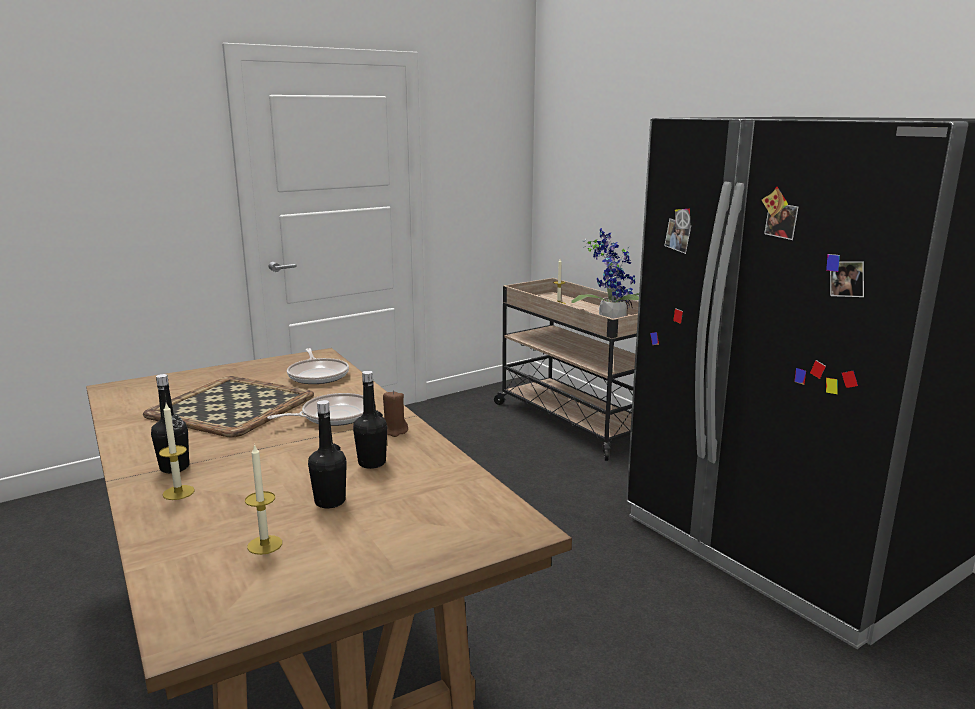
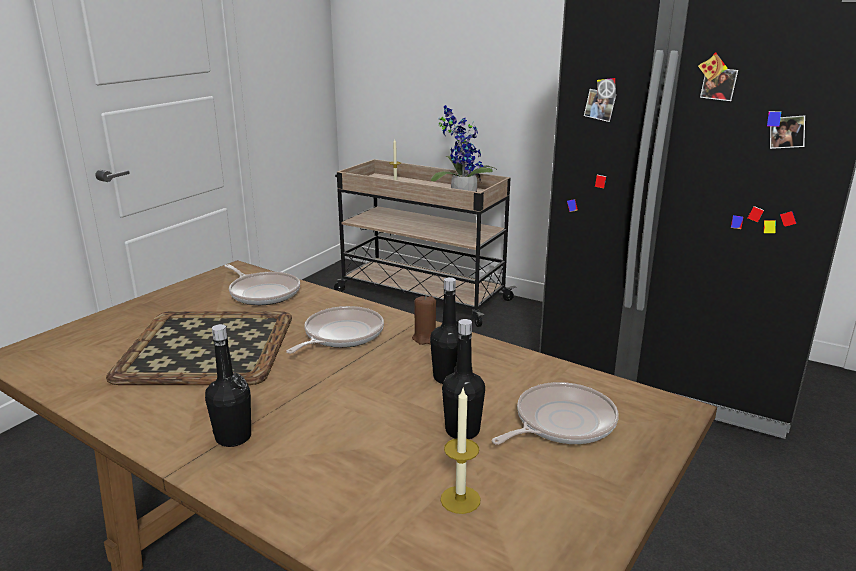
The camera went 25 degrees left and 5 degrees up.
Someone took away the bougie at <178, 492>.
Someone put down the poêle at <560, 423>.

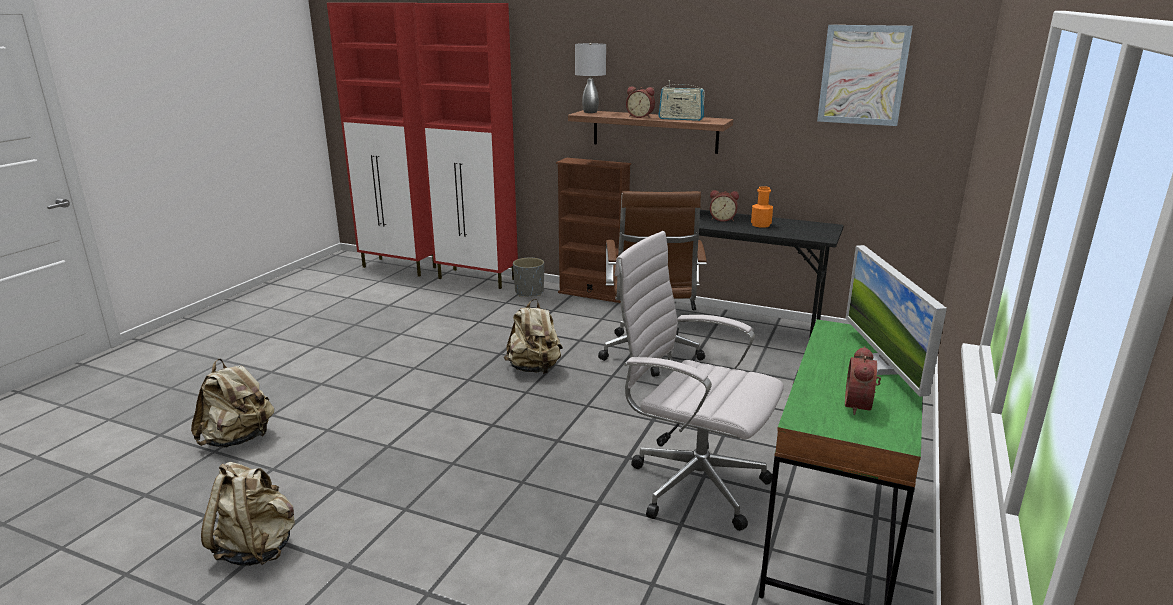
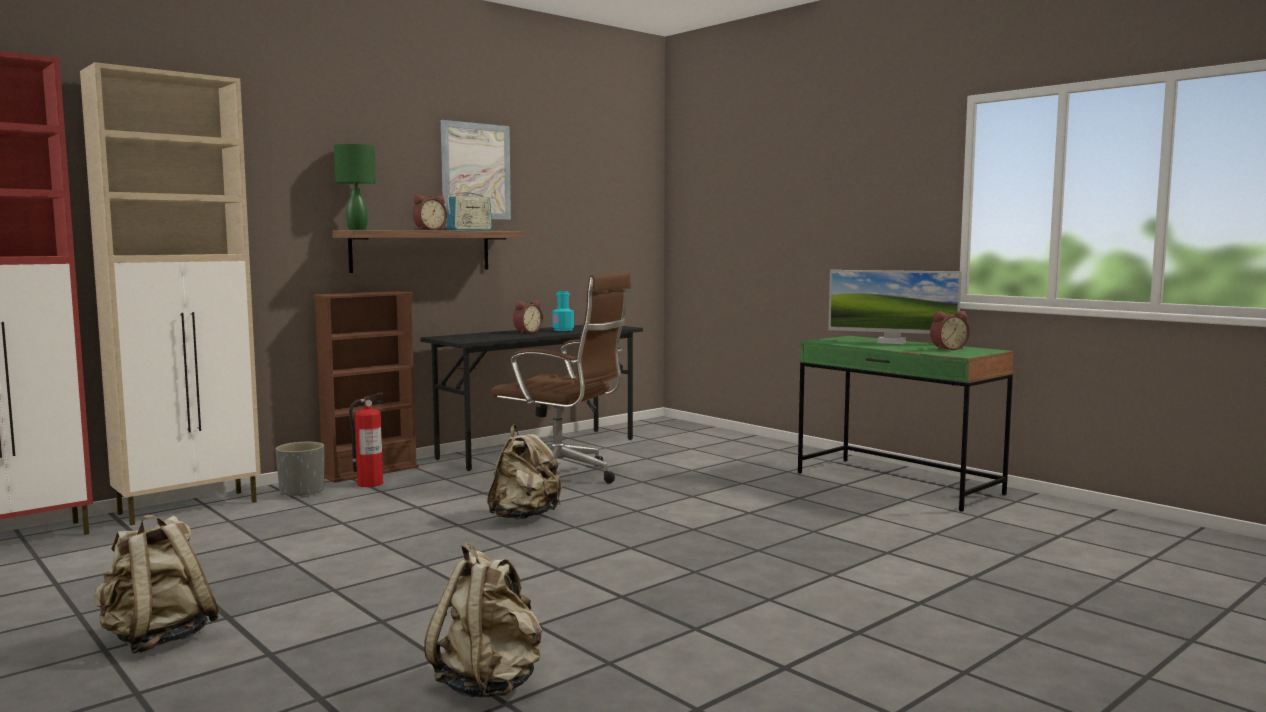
The camera went 65 degrees left and 15 degrees down.
Someone took away the chaise de bureau (blanc) at <691, 484>.
Someone put down the extincteur at <369, 484>.
Someone carried the sac à dos (beige) from <257, 548> to <158, 639>.
Someone carried the tableau from <863, 75> to <475, 171>.
Someone repainted the meuble de rangement (rouge) at <477, 279>, which became the meuble de rangement (beige) at <190, 507>.
Someone repainted the lampe de table (gris) at <590, 112>, which became the lampe de table (vert) at <357, 229>.
Someone repainted the bouteille (orange) at <761, 225>, which became the bouteille (turquoise) at <563, 330>.
Someone rotated the réveil at <860, 406> by 60 degrees counterclockwise.

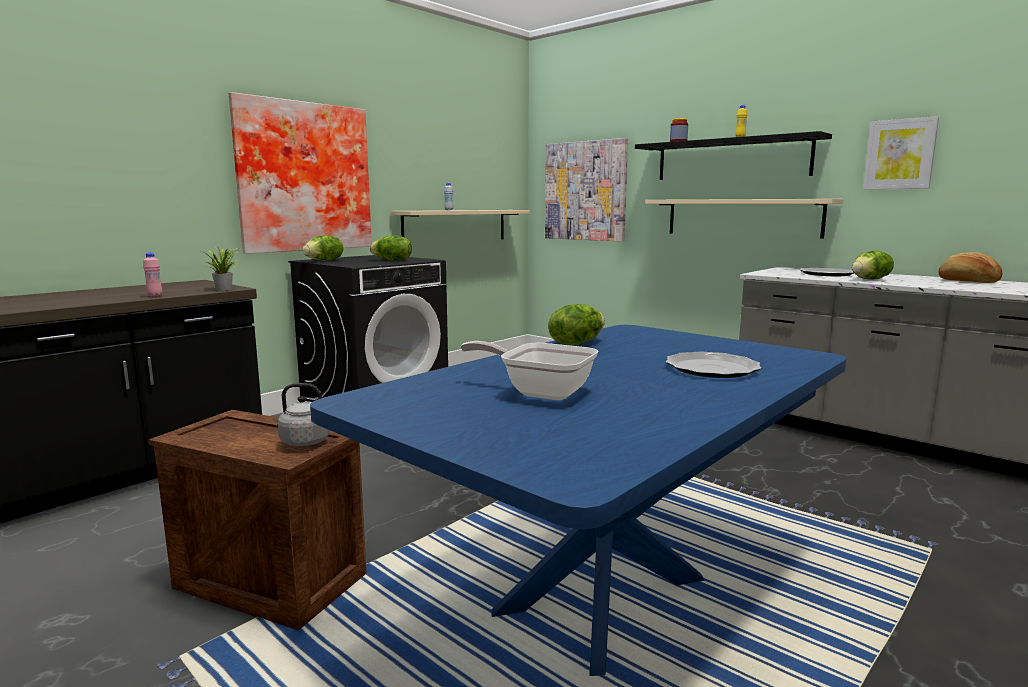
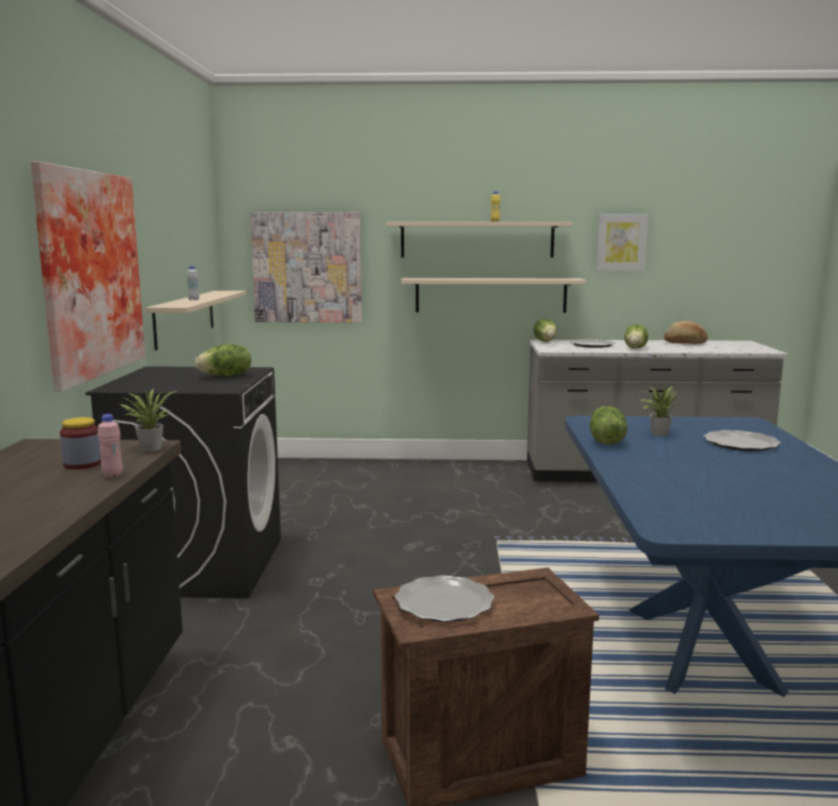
The camera went 40 degrees left and 0 degrees up.
Someone took away the bouilloire (gris) at <308, 441>.
Someone took away the poêle at <539, 392>.
Someone put down the assiette at <445, 603>.
Someone put down the plante en pot at <657, 433>.
Someone carried the laitue from <324, 261> to <545, 341>.
Someone carried the bocal from <678, 142> to <82, 464>.
Someone repainted the étagère (noir) at <731, 159>, which became the étagère (beige) at <477, 239>.

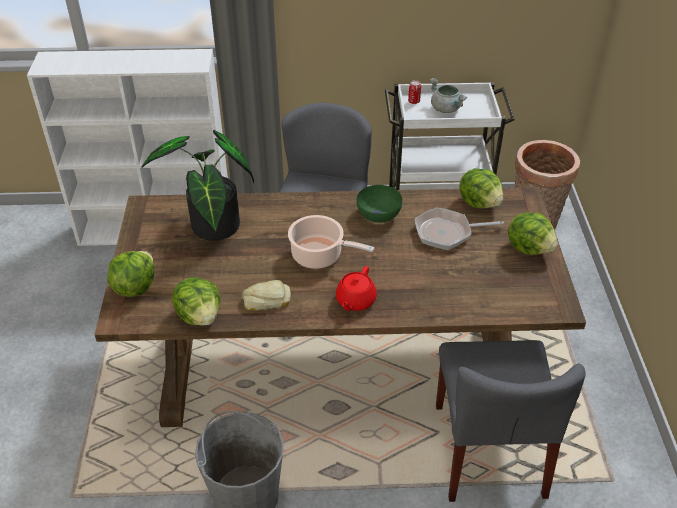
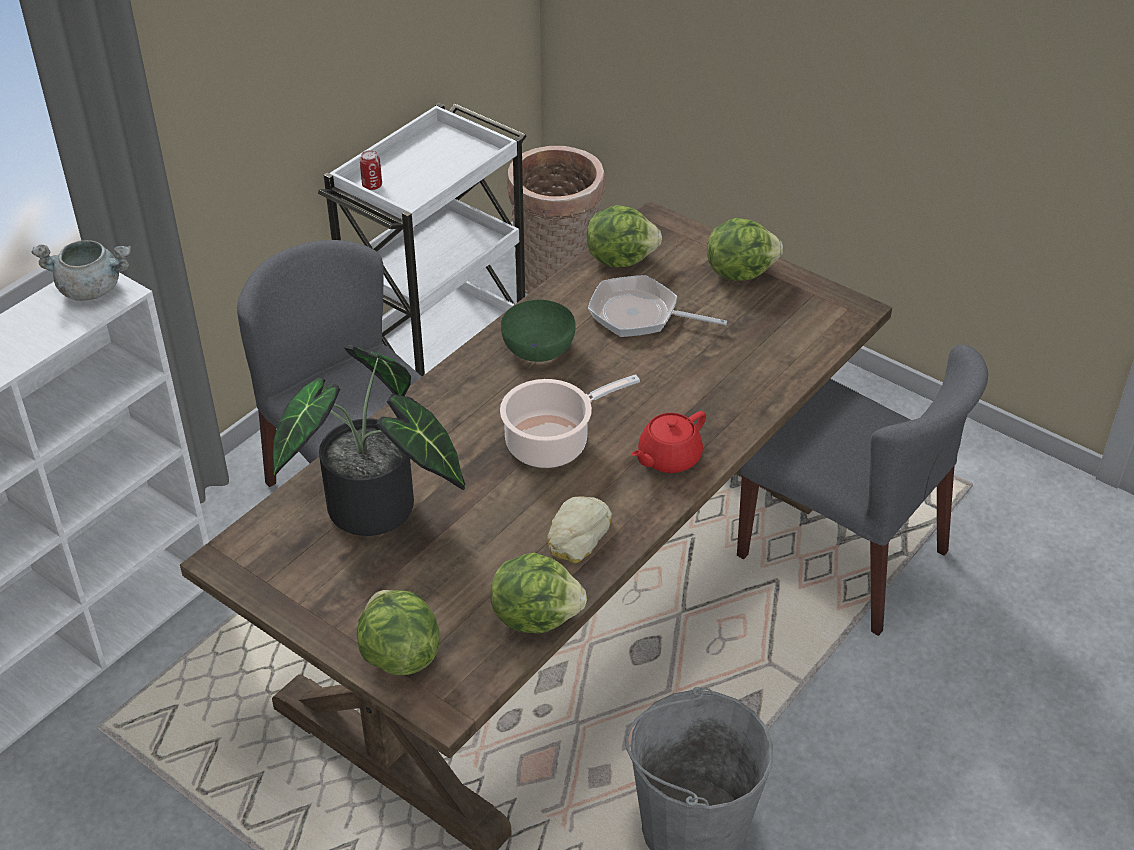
The camera went 50 degrees left and 0 degrees up.
Someone carried the marmite (gris) from <446, 109> to <92, 289>.
Someone rotated the théière (rouge) at <355, 301> by 75 degrees clockwise.
Someone rotated the poêle at <447, 233> by 75 degrees clockwise.

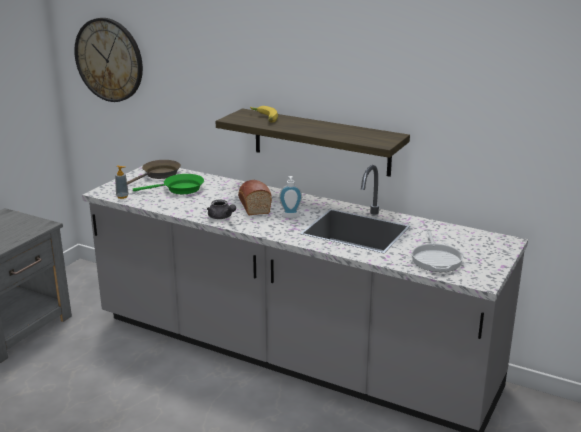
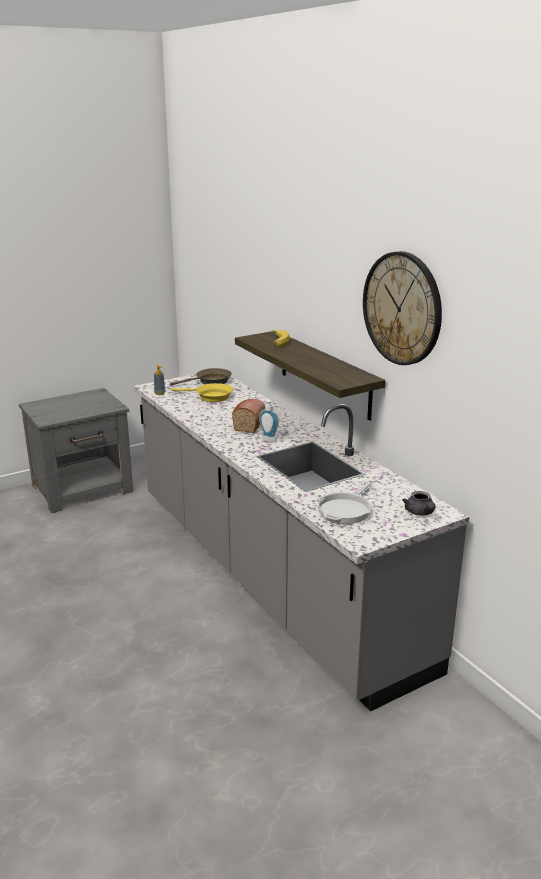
The camera went 30 degrees right and 0 degrees up.
Someone carried the horloge murale from <109, 60> to <402, 308>.
Someone carried the théière (gris) from <221, 217> to <420, 513>.
Someone repainted the poêle (vert) at <180, 189>, which became the poêle (jaune) at <211, 397>.

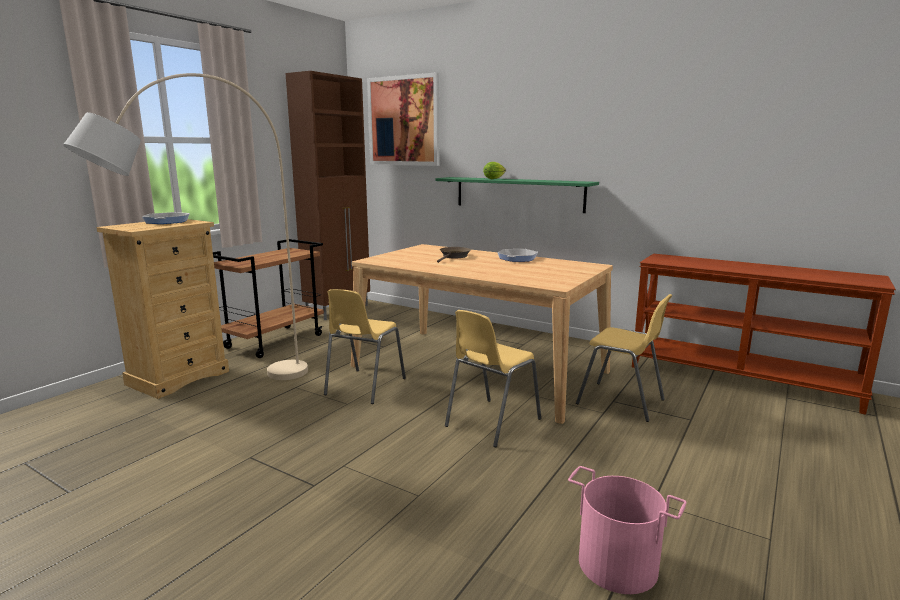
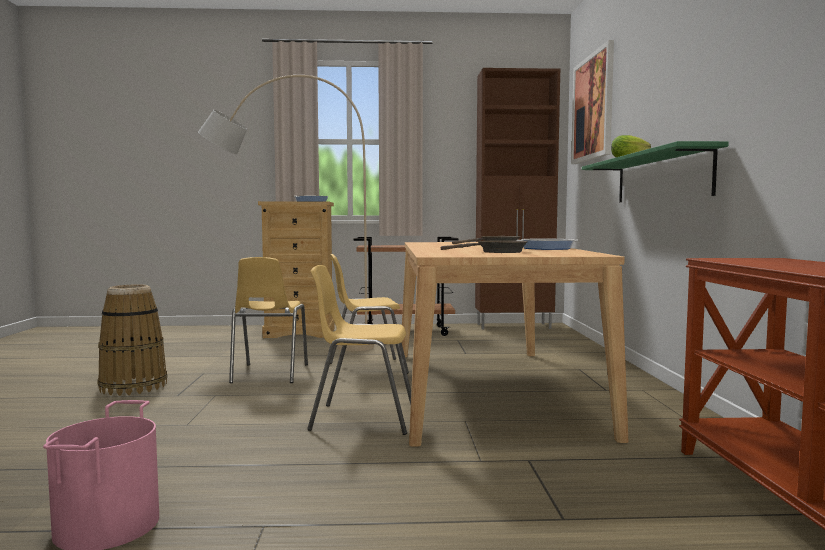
The camera went 55 degrees right and 10 degrees down.
Someone put down the panier at <133, 386>.
Someone put down the poêle (marron) at <497, 252>.
Someone carried the chaise (jaune) from <621, 402> to <269, 374>.

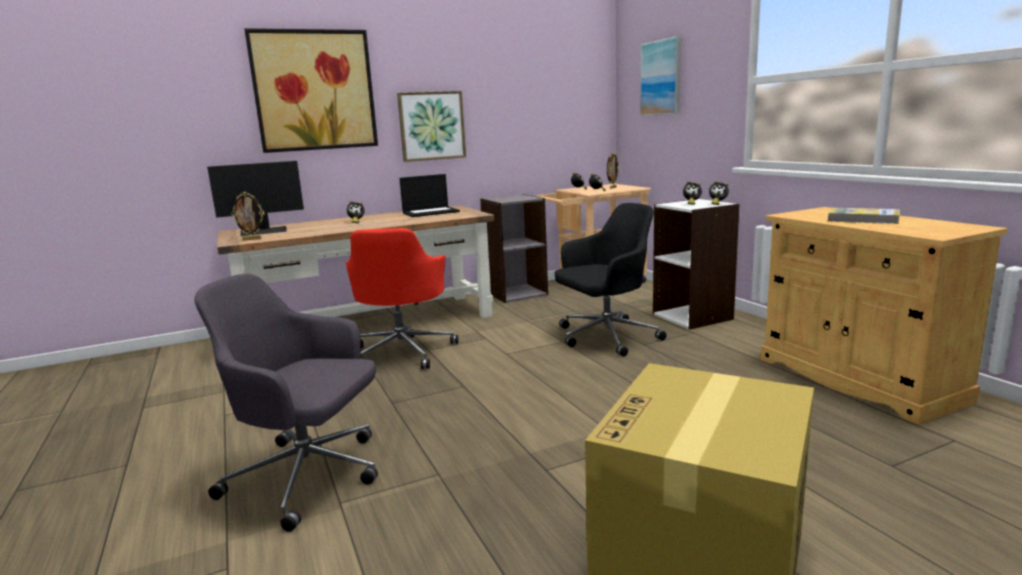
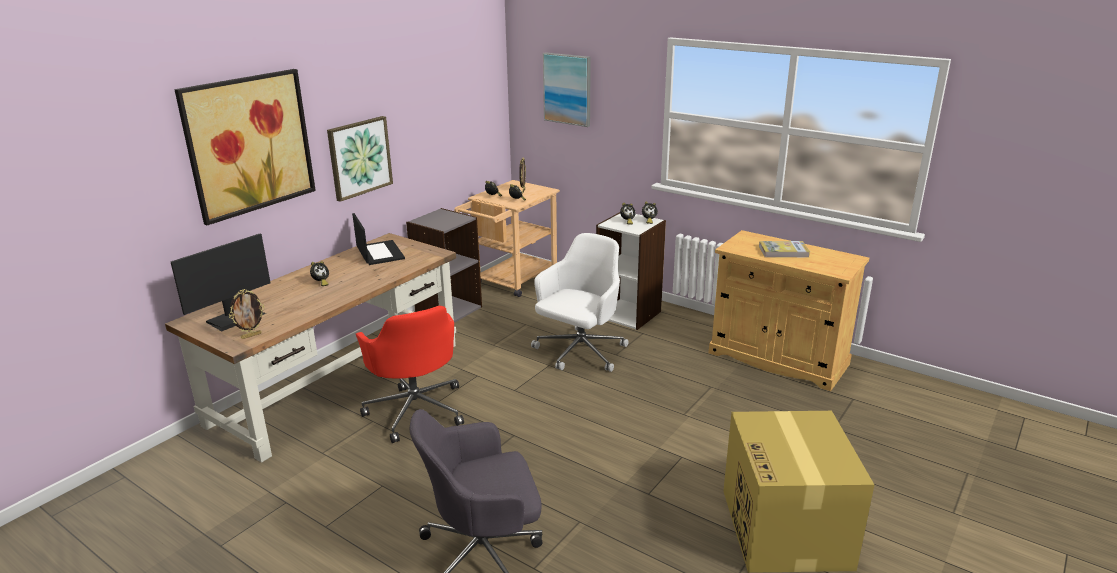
The camera went 30 degrees left and 10 degrees up.
Someone repainted the chaise de bureau (noir) at <605, 337>, which became the chaise de bureau (blanc) at <579, 352>.
Someone rotated the ordinateur portable at <431, 212> by 60 degrees counterclockwise.

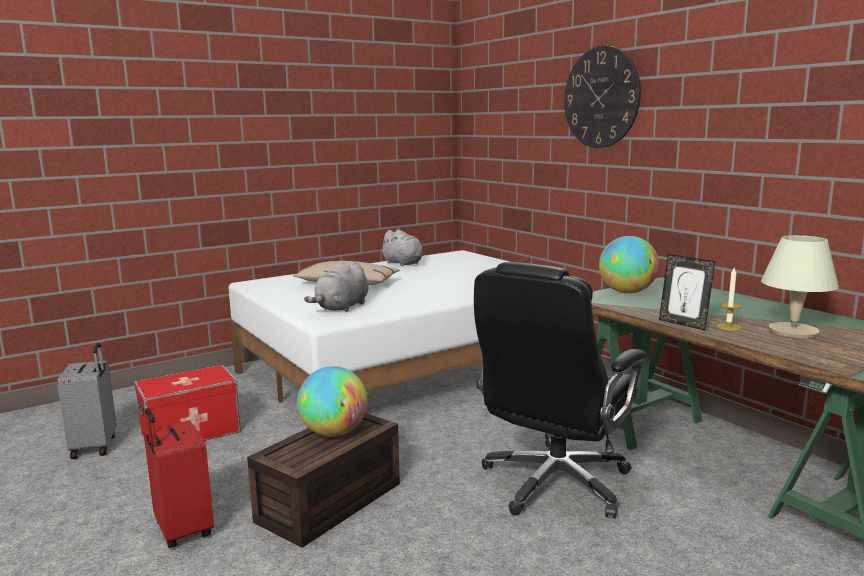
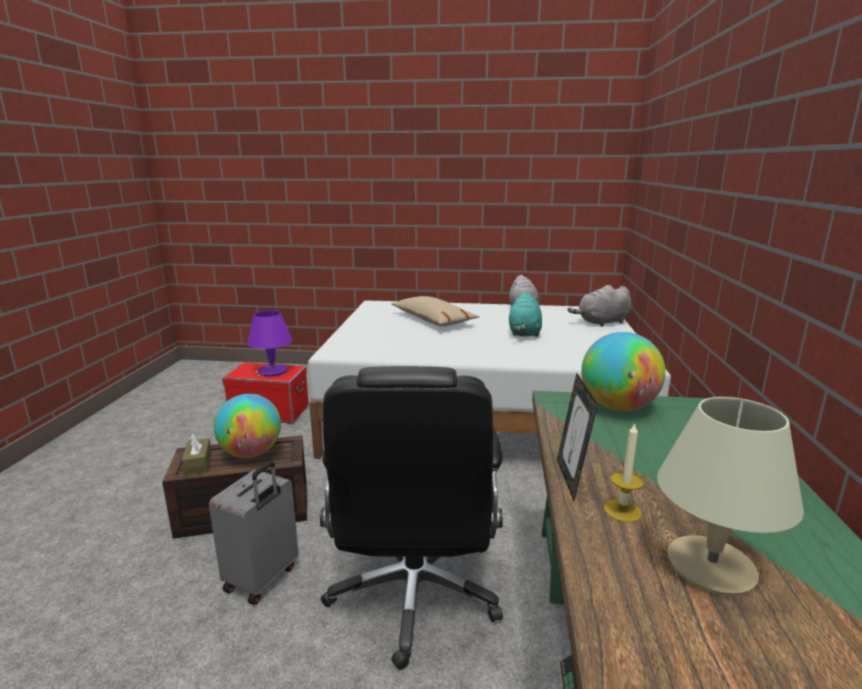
The camera went 40 degrees right and 5 degrees up.
Someone took away the valise (rouge) at <182, 531>.
Someone took away the horloge murale at <601, 97>.
Someone put down the boîte à mouchoirs (marron) at <198, 463>.
Someone put down the lampe de table (violet) at <272, 371>.
Someone put down the peluche (turquoise) at <524, 333>.
Someone carried the valise (gris) from <96, 446> to <262, 579>.
Someone carried the peluche (gris) from <342, 308> to <602, 322>.
Someone rotated the chaise de bureau (noir) at <554, 483> by 75 degrees counterclockwise.

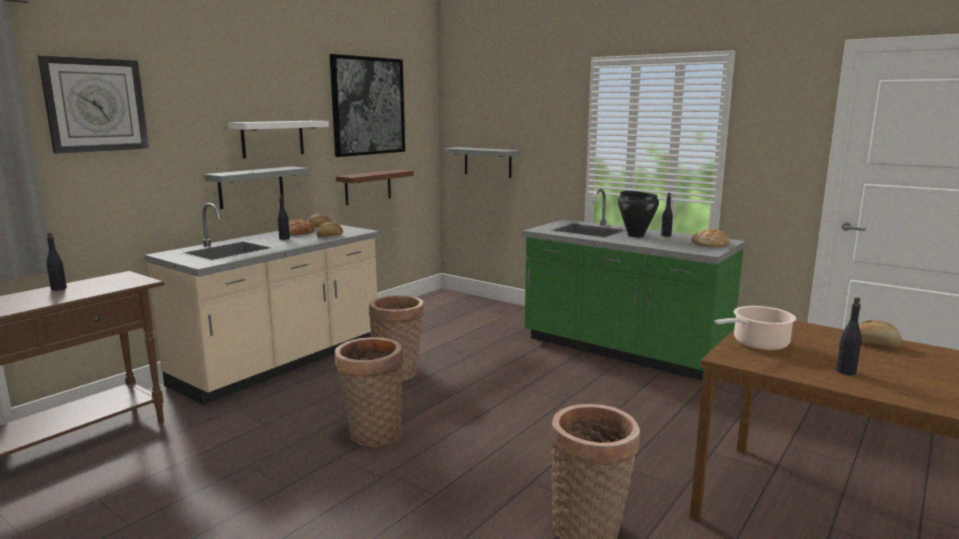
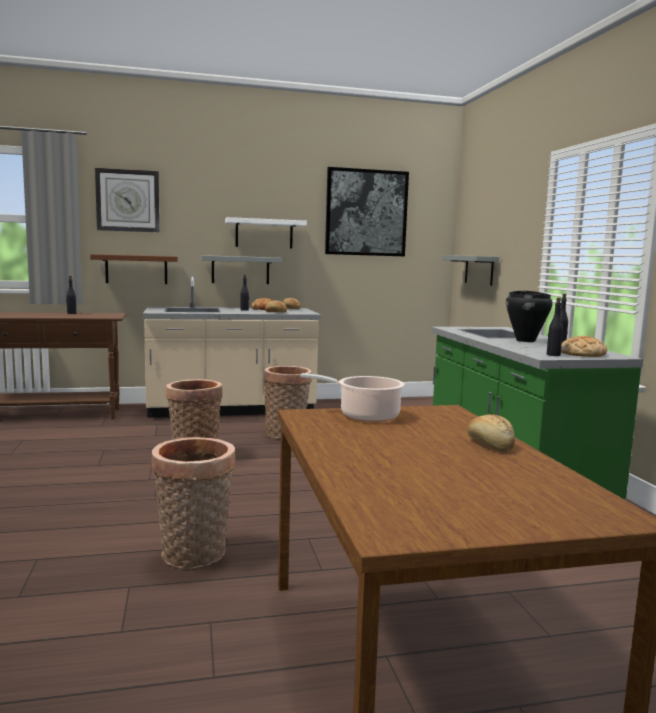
The camera went 40 degrees right and 5 degrees down.
Someone carried the étagère (marron) from <368, 187> to <136, 269>.
Someone carried the bouteille (noir) from <845, 371> to <553, 355>.

